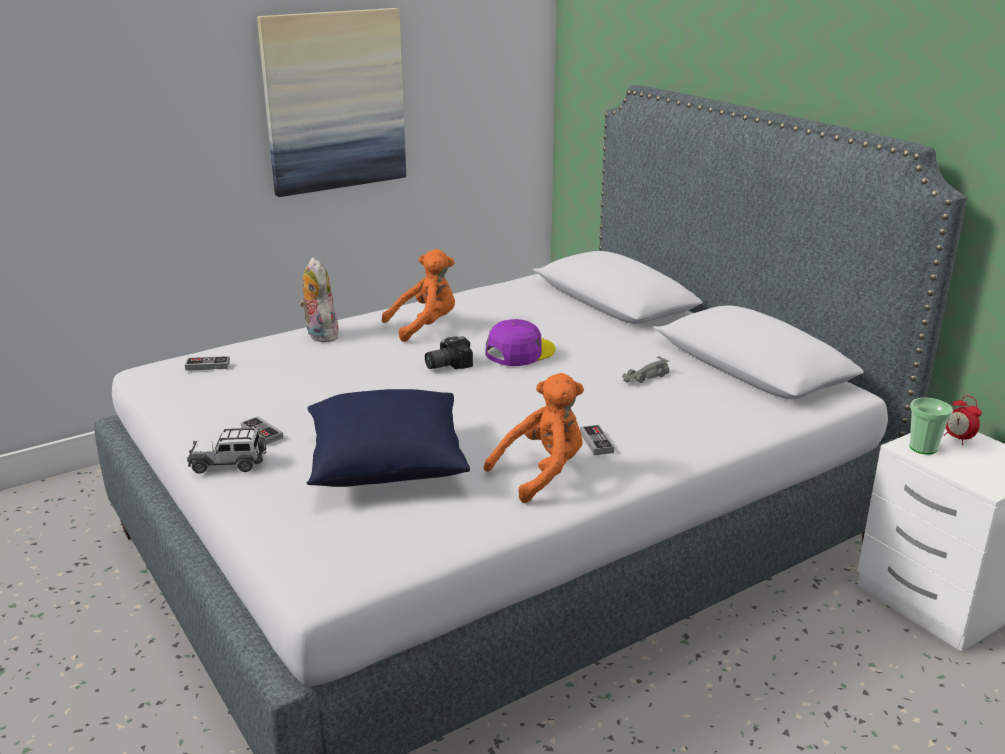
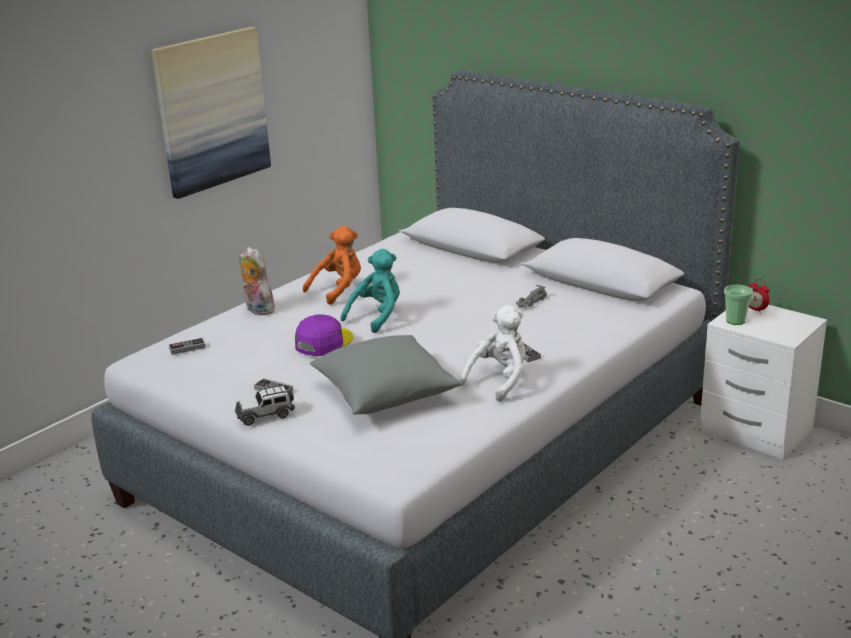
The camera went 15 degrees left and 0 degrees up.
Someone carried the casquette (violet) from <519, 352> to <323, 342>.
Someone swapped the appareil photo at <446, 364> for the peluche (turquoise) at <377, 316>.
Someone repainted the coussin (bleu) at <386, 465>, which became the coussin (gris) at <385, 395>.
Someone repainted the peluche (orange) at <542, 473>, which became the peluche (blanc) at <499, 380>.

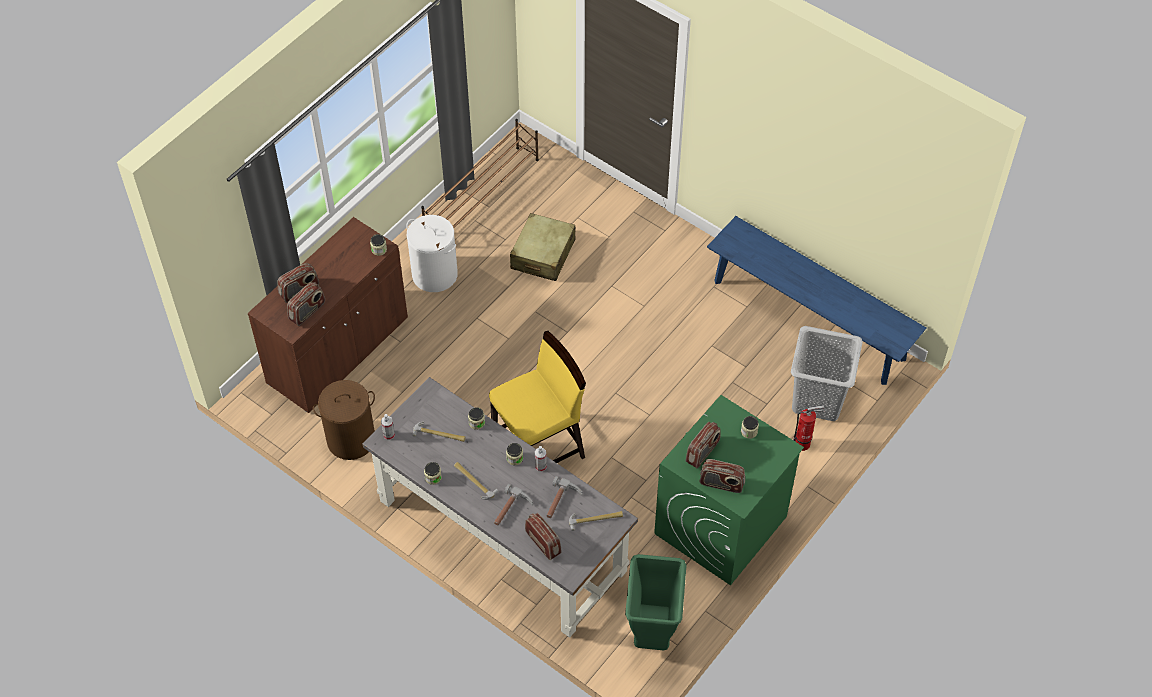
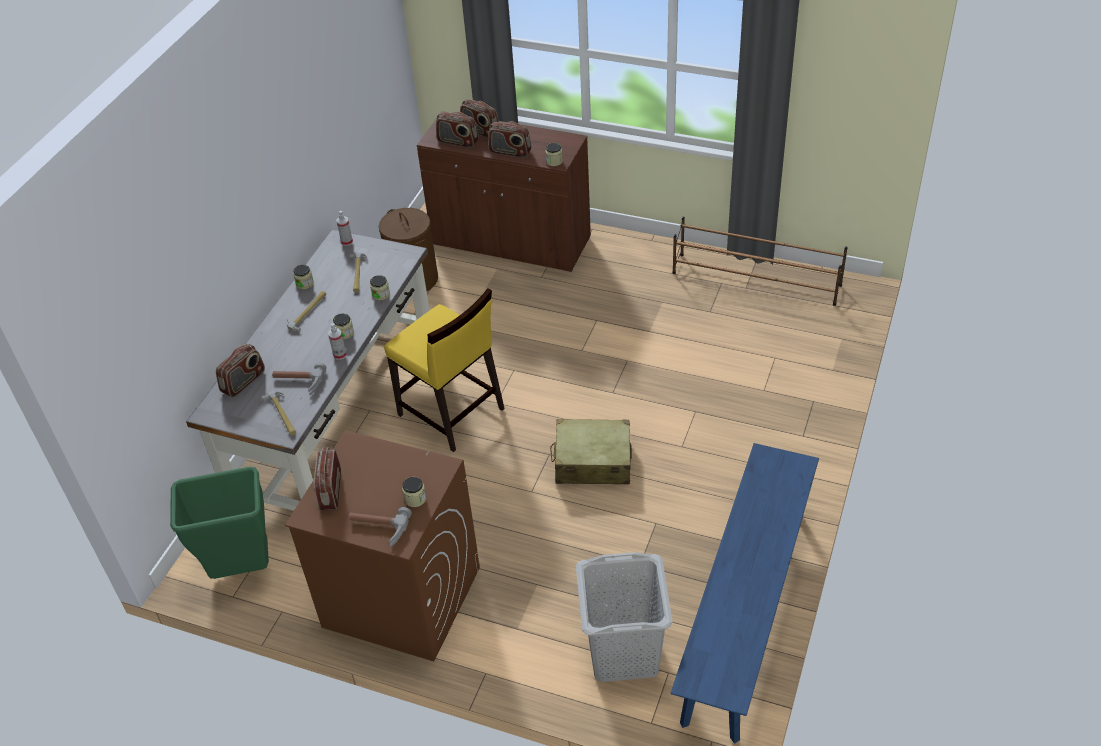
The camera went 75 degrees right and 10 degrees down.
Someone took away the panier à linge (blanc) at <435, 274>.
Someone took away the extincteur at <804, 444>.
Someone carried the marteau from <512, 511> to <378, 529>.
Someone carried the valise (beige) from <543, 255> to <592, 462>.
Someone carried the radio from <702, 452> to <510, 152>.
Someone repainted the lave-linge (vert) at <720, 526>, which became the lave-linge (marron) at <400, 597>.

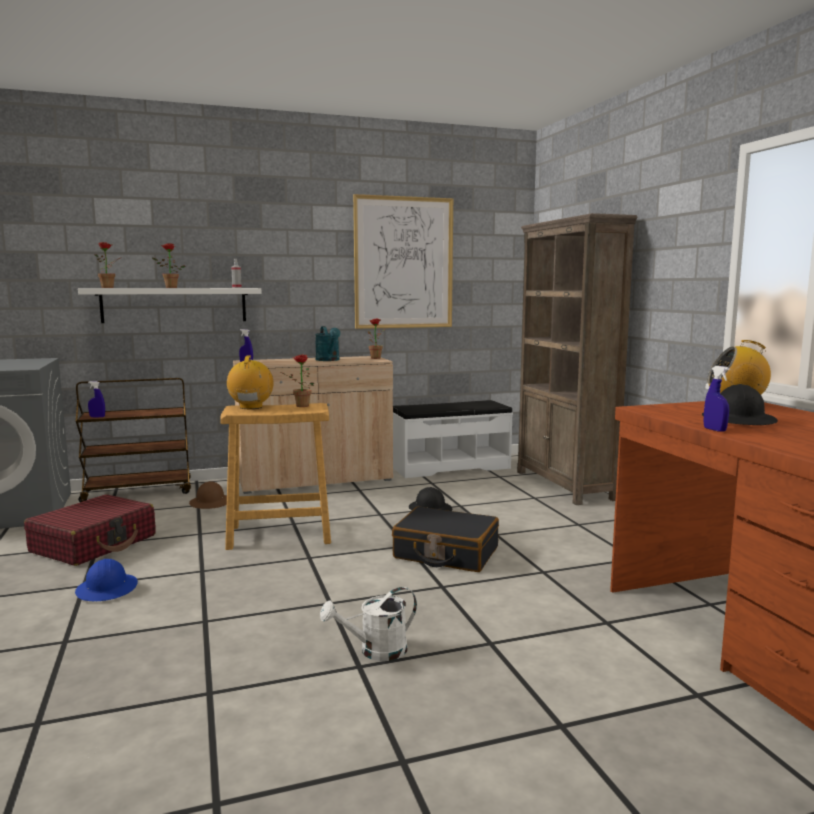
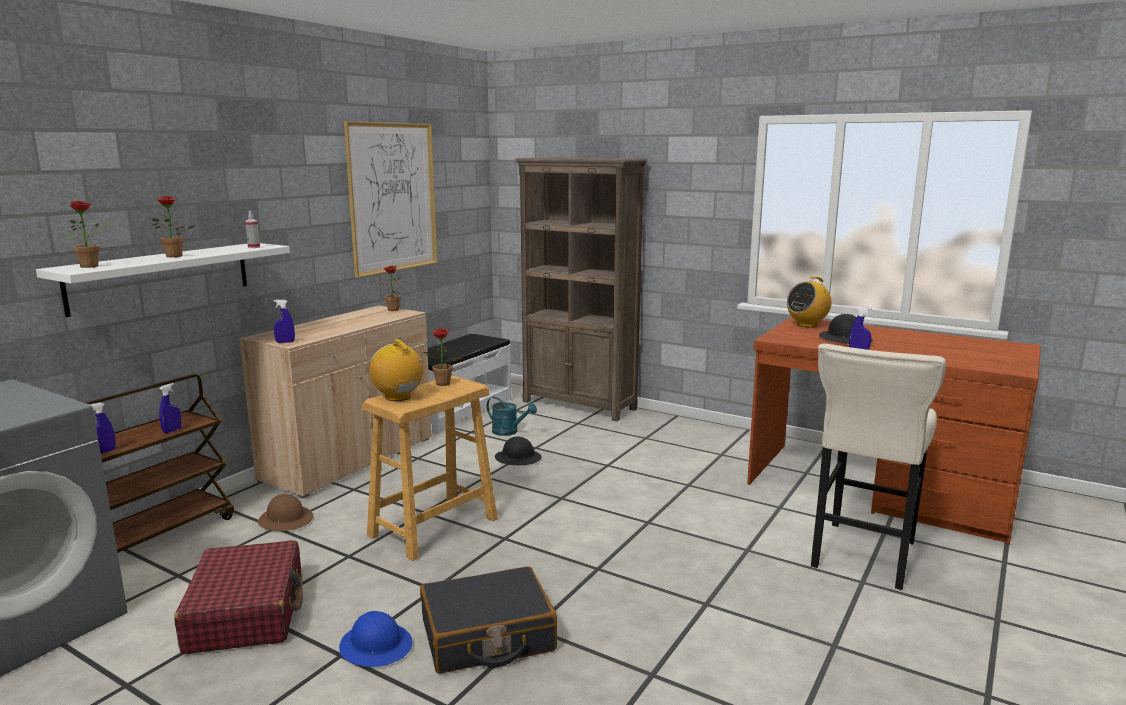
The camera went 40 degrees left and 5 degrees up.
Someone took away the arrosoir (blanc) at <375, 651>.
Someone put down the vaporisateur (bleu) at <172, 430>.
Someone put down the tabouret (beige) at <862, 557>.
Someone carried the arrosoir (turquoise) from <329, 360> to <509, 432>.
Someone carried the valise (noir) from <446, 553> to <487, 636>.

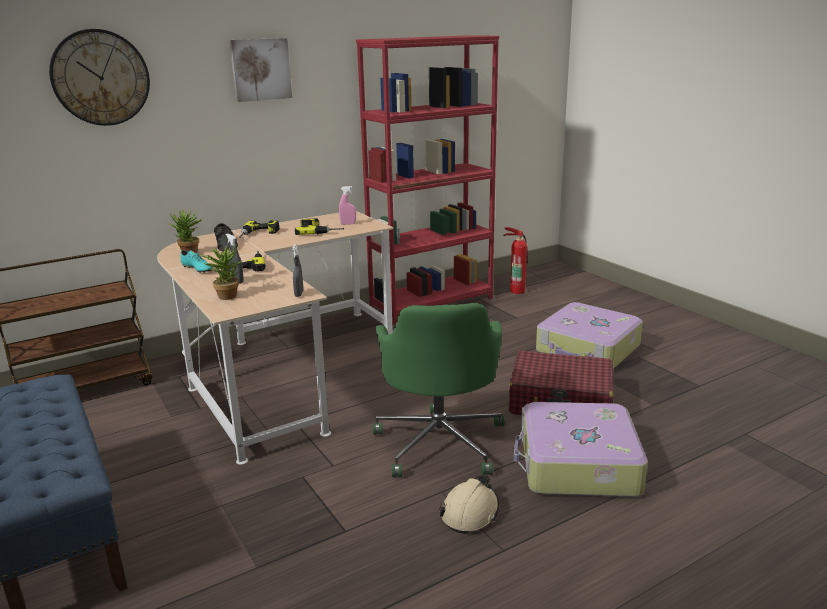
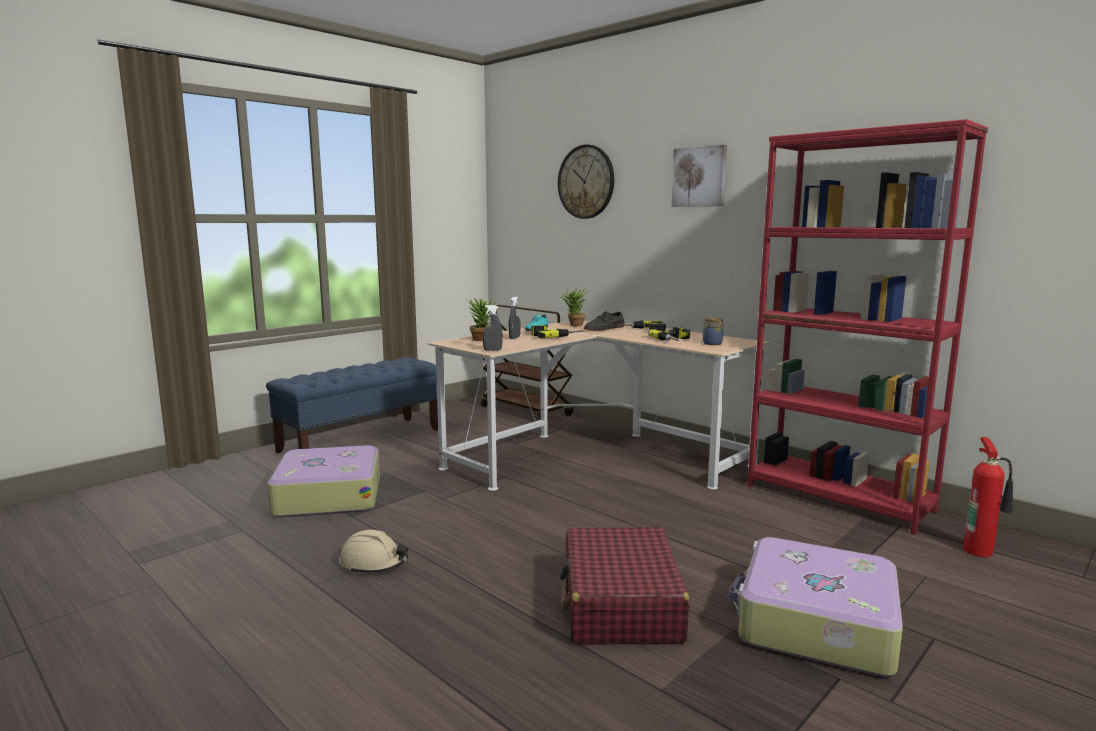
The camera went 75 degrees right and 10 degrees down.
Someone took away the chaise de bureau (vert) at <440, 441>.
Someone carried the valise from <577, 465> to <328, 496>.
Someone swapped the vaporisateur (rose) at <348, 224> for the bocal at <711, 344>.

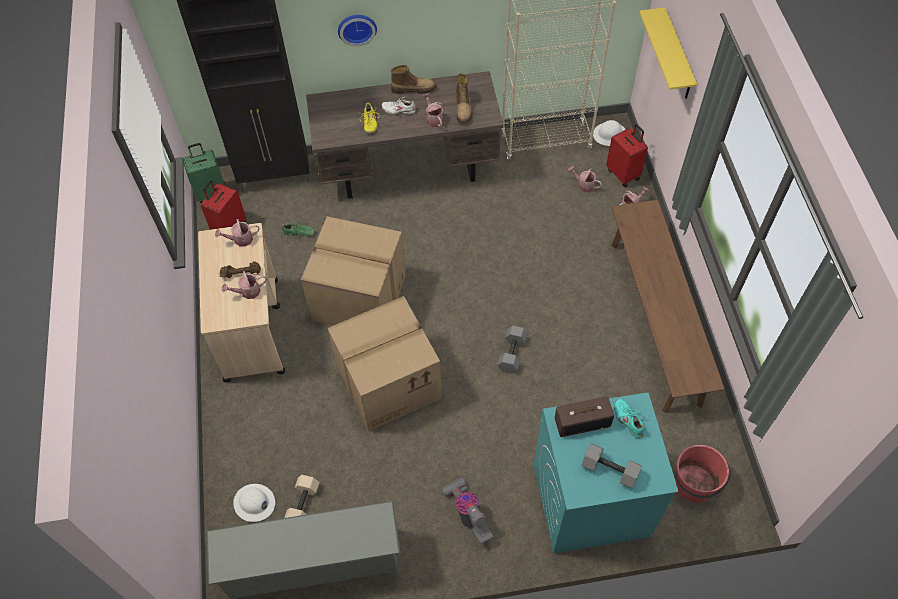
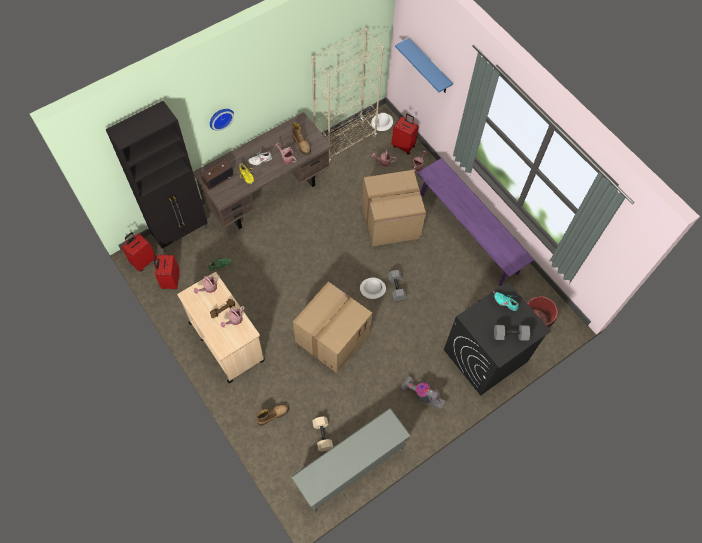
The camera went 30 degrees left and 5 degrees up.
Someone carried the casque de chantier (blanc) from <254, 503> to <372, 288>.
Someone carried the carton from <358, 298> to <390, 222>.
Someone carried the botte from <413, 89> to <272, 415>.
Someone carried the radio from <582, 422> to <218, 178>.
Someone repainted the valise (vert) at <211, 192>, which became the valise (rouge) at <143, 261>.
Someone repainted the lave-linge (turquoise) at <590, 500>, which became the lave-linge (noir) at <485, 356>.
Someone repainted the banc (marron) at <655, 321>, which became the banc (violet) at <468, 233>.
Someone repainted the étagère (jaune) at <677, 56>, which became the étagère (bleu) at <429, 67>.

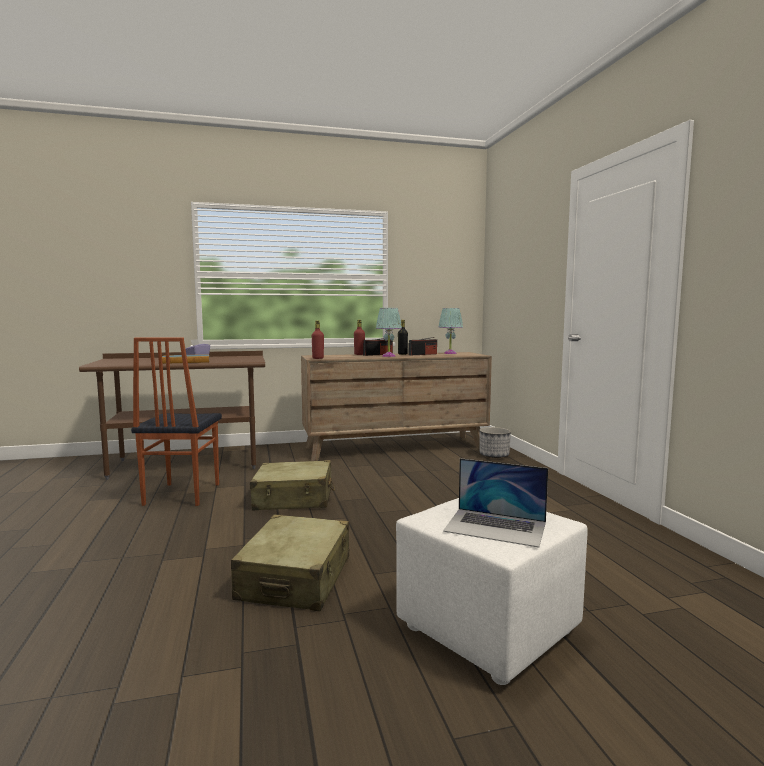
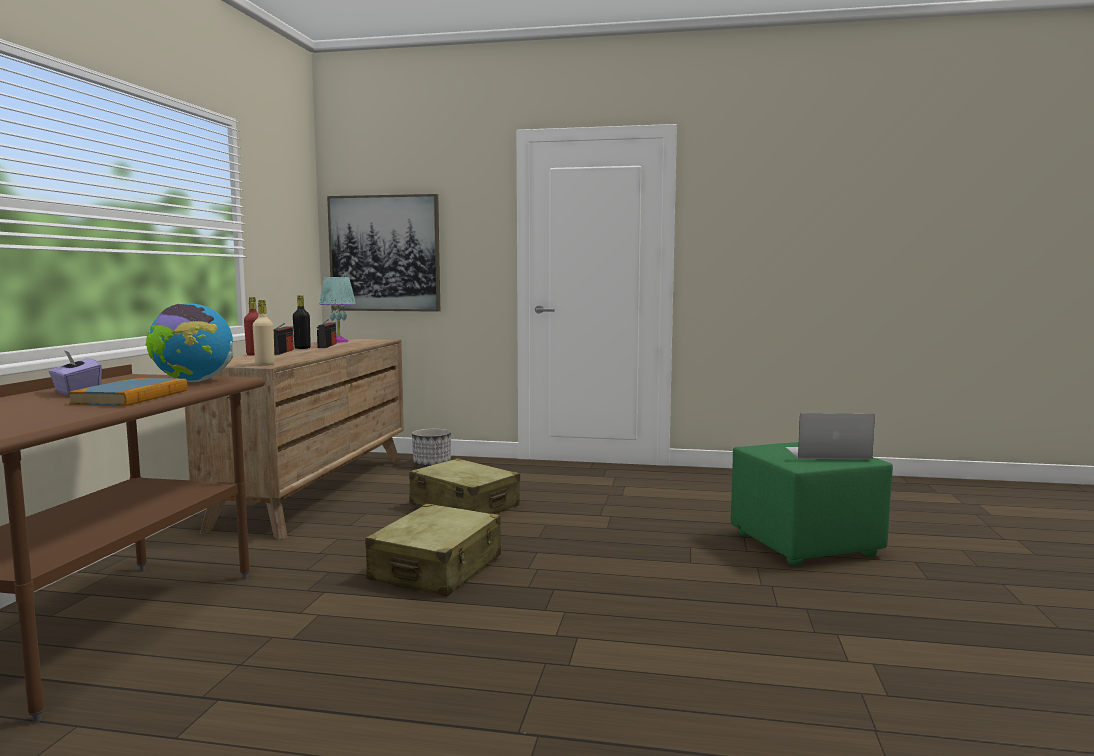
The camera went 65 degrees left and 0 degrees up.
Someone took away the chaise at <180, 494>.
Someone took away the lampe de table (turquoise) at <388, 356>.
Someone put down the globe at <193, 381>.
Someone put up the tableau at <385, 253>.
Someone carried the valise (beige) from <295, 578> to <464, 506>.
Someone repainted the bouteille (rouge) at <318, 358>, which became the bouteille (beige) at <265, 365>.
Someone repainted the pouf (blanc) at <488, 631>, which became the pouf (vert) at <806, 545>.
Someone rotated the ordinateur portable at <496, 527> by 135 degrees counterclockwise.

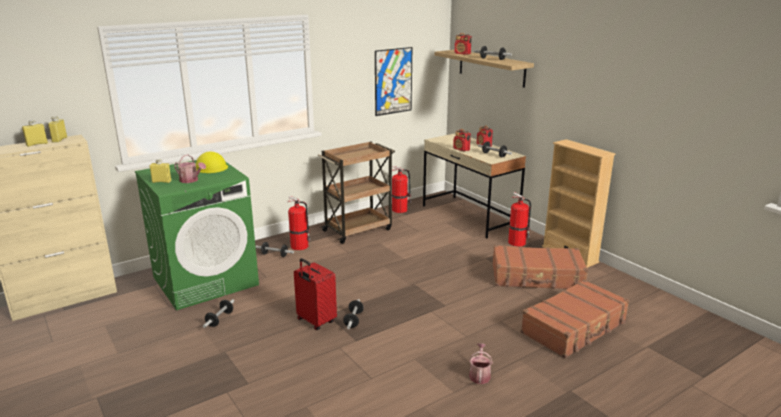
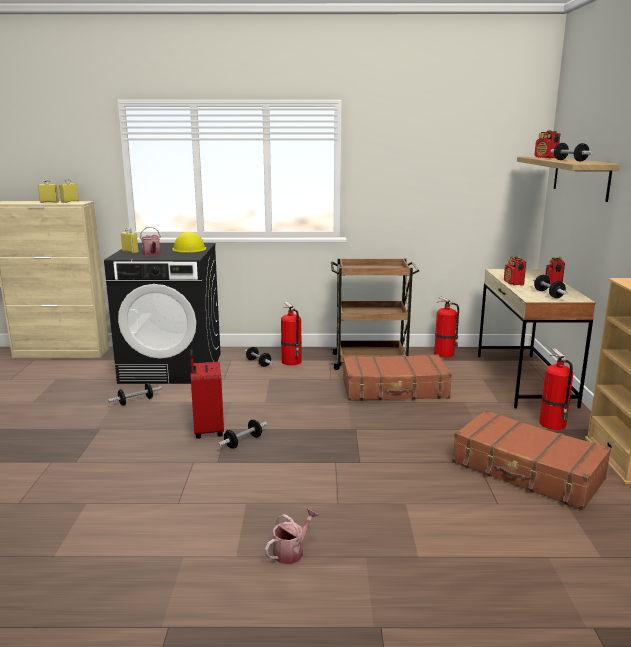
The camera went 35 degrees right and 5 degrees down.
Someone took away the tableau at <393, 81>.
Someone carried the valise (marron) from <574, 328> to <395, 389>.
Someone repainted the lave-linge (vert) at <206, 281>, which became the lave-linge (noir) at <172, 368>.

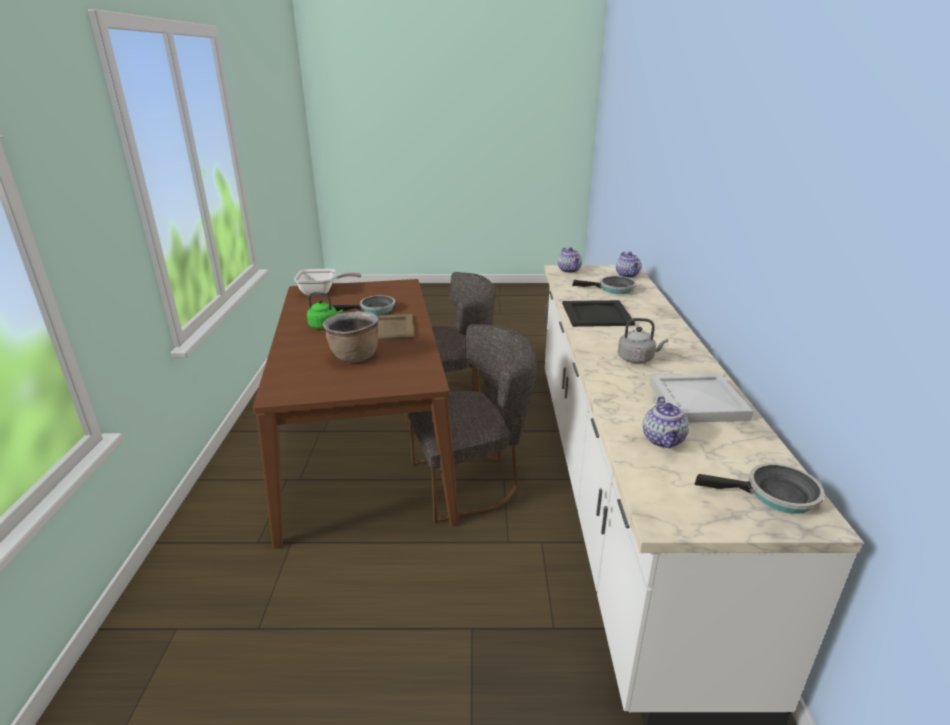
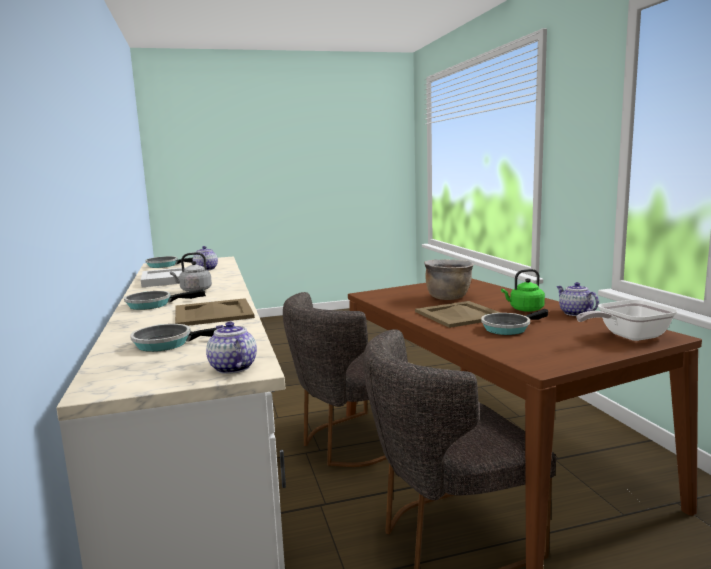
The camera went 165 degrees right and 15 degrees down.
Someone put down the poêle at <153, 304>.
Someone carried the théière from <627, 275> to <574, 313>.
Someone repainted the plateau (noir) at <597, 314>, which became the plateau (beige) at <212, 313>.

